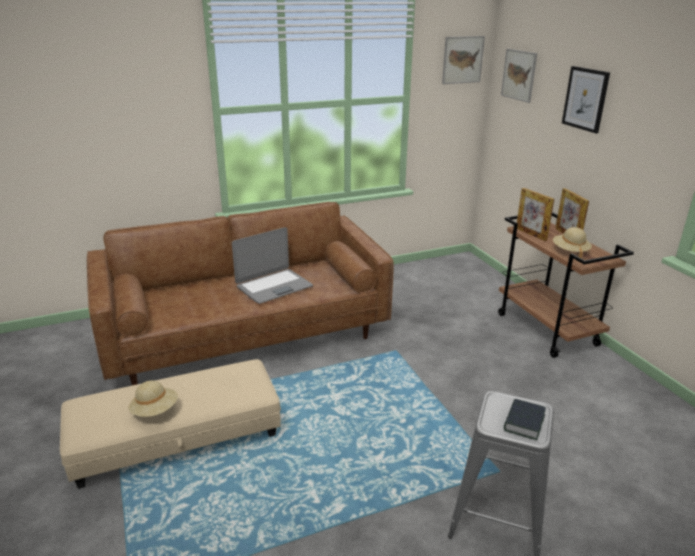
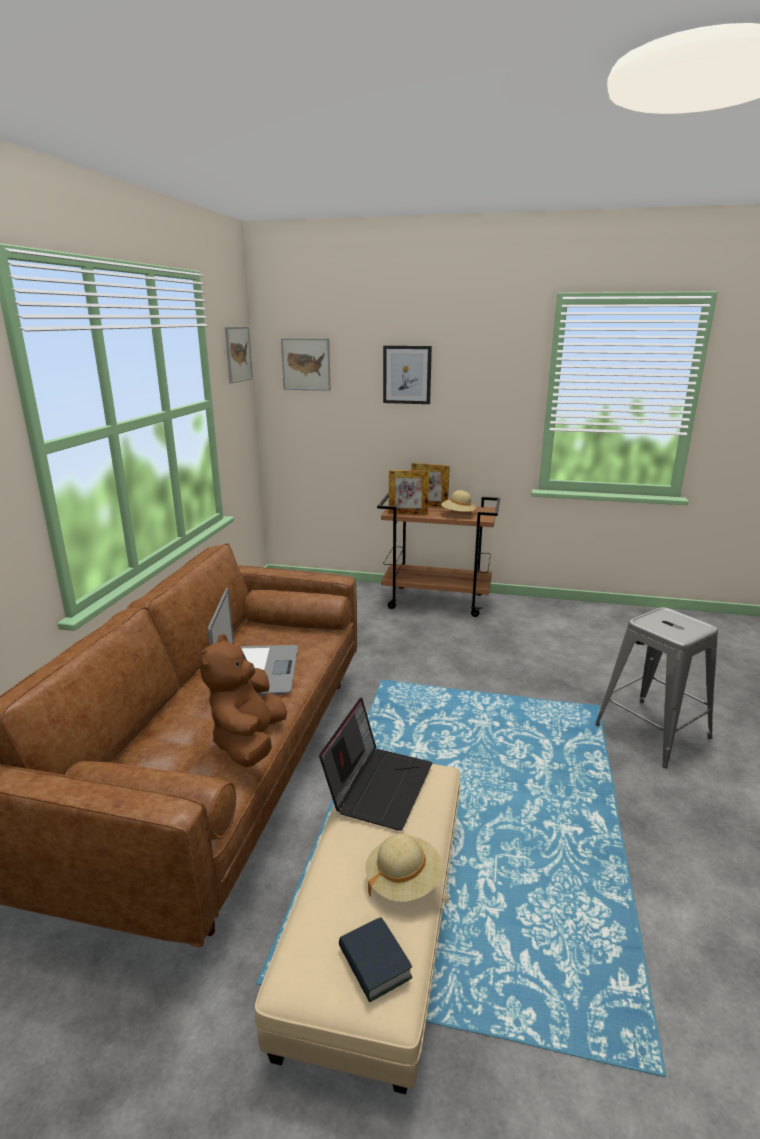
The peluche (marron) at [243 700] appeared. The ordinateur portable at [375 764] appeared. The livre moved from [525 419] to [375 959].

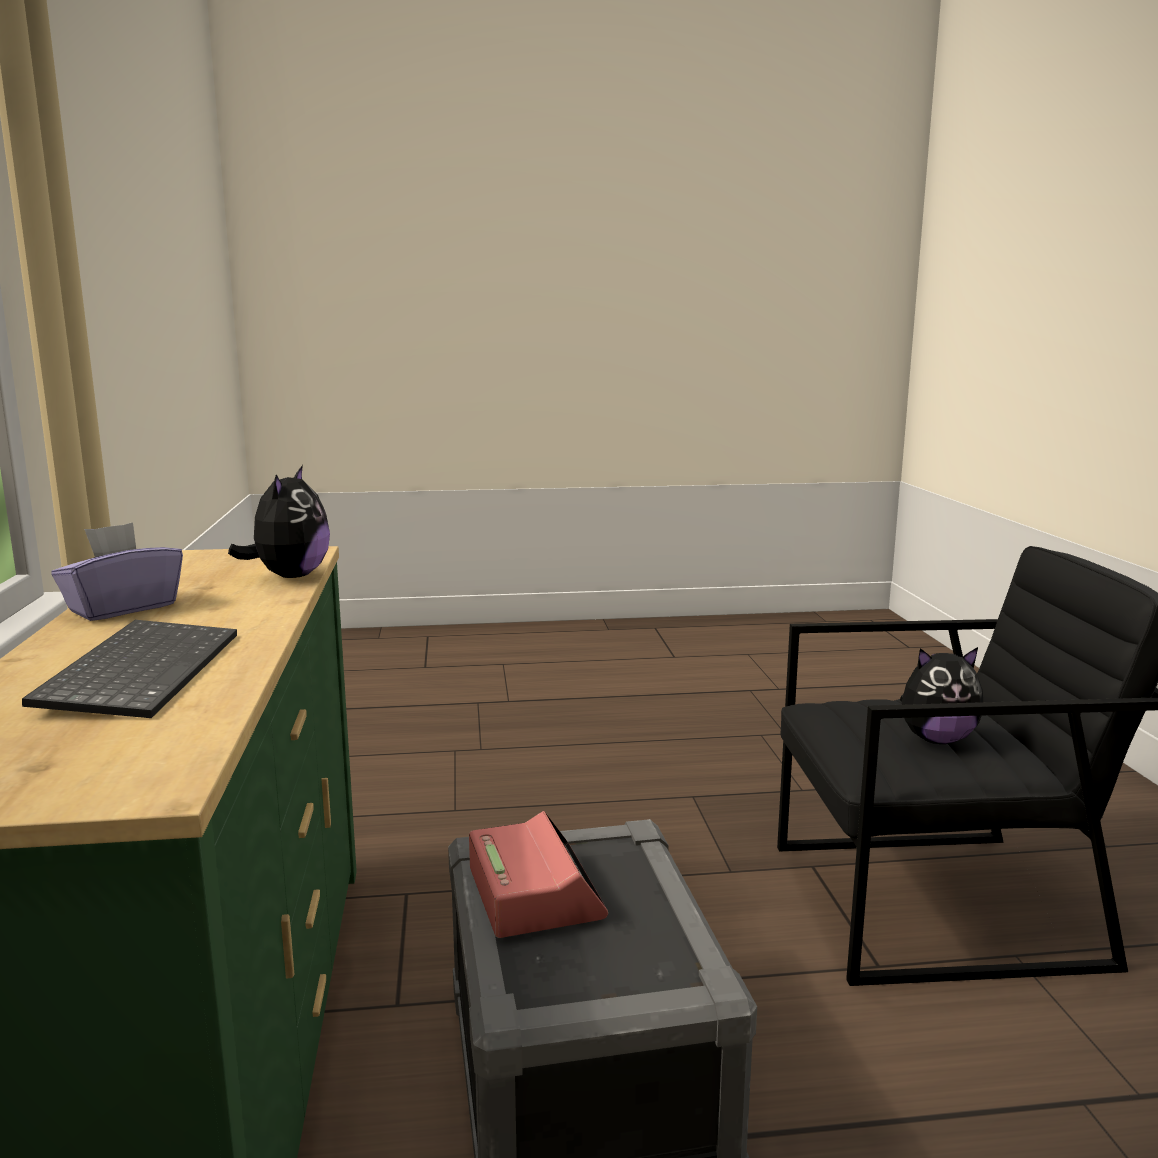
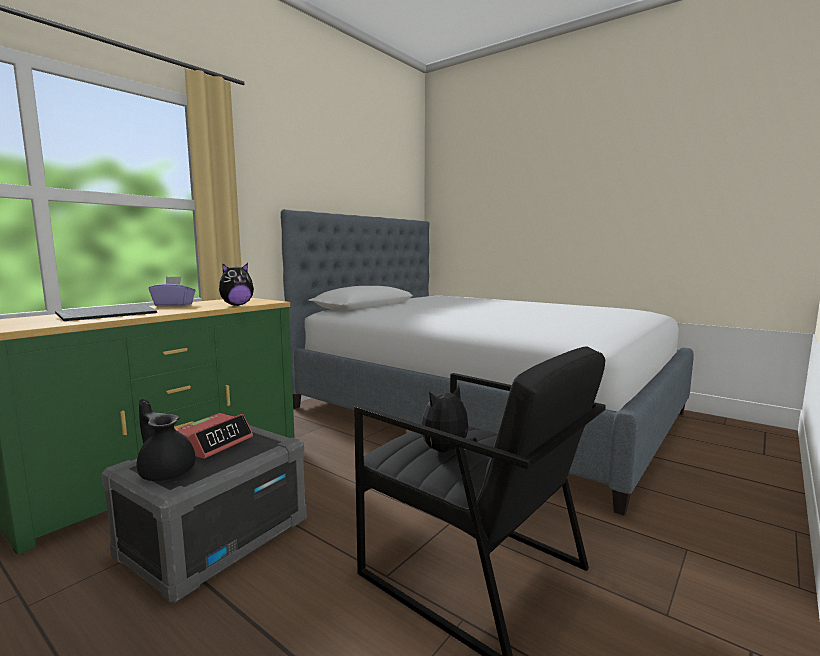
The théière (noir) at [166 440] appeared. The lit at [487 362] appeared. The peluche at [941 695] turned 105 degrees clockwise.

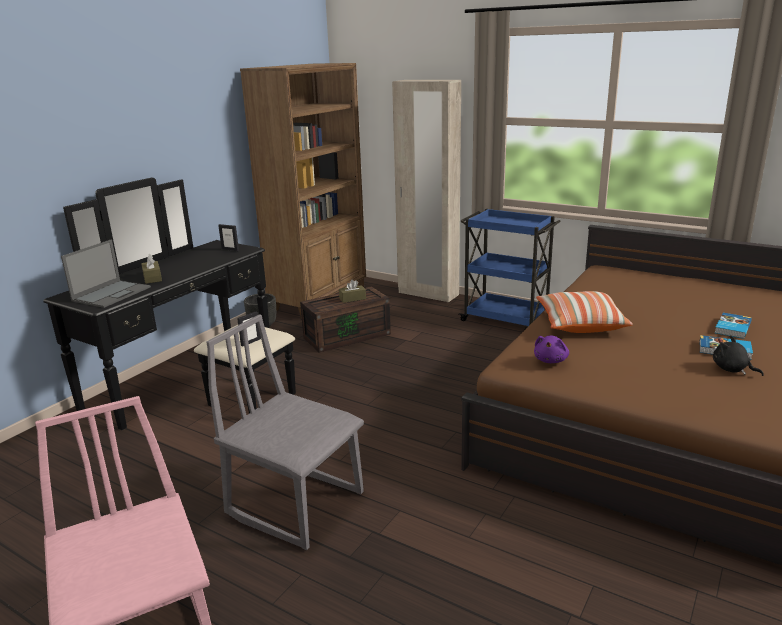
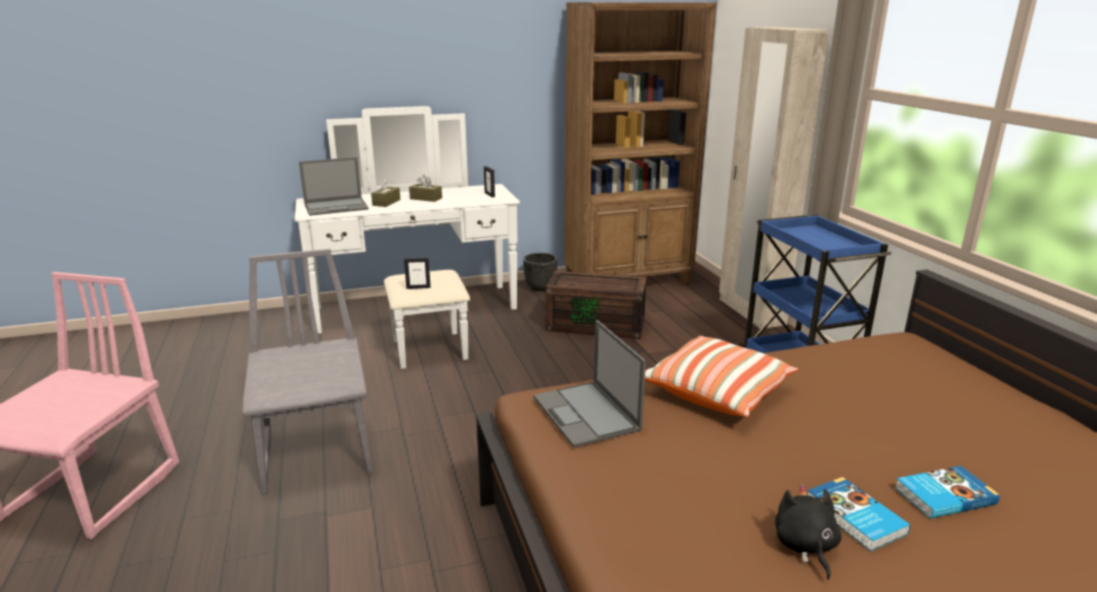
The boîte à mouchoirs (marron) moved from [352 291] to [425 188]. The peluche (violet) at [551 349] was replaced by the ordinateur portable at [590 384]. The commode (noir) at [169 304] became the commode (blanc) at [407 237].

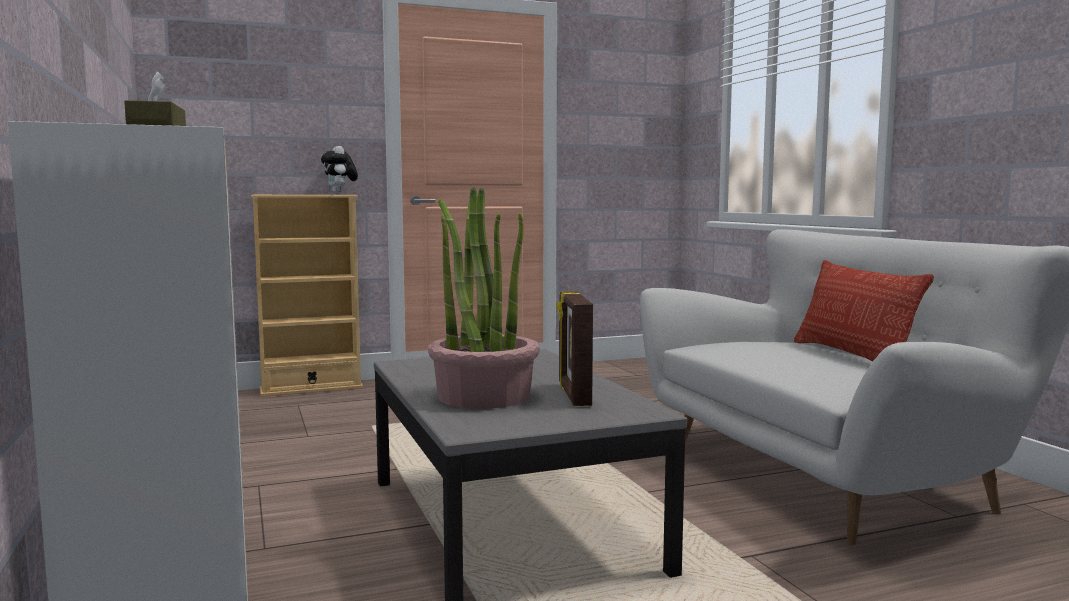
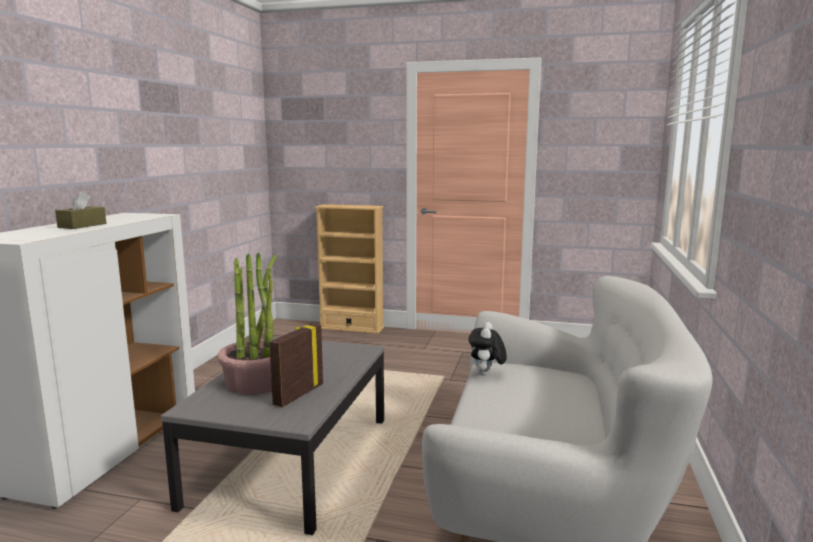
The coussin at [864 310] disappeared. The peluche moved from [339 170] to [488 349].

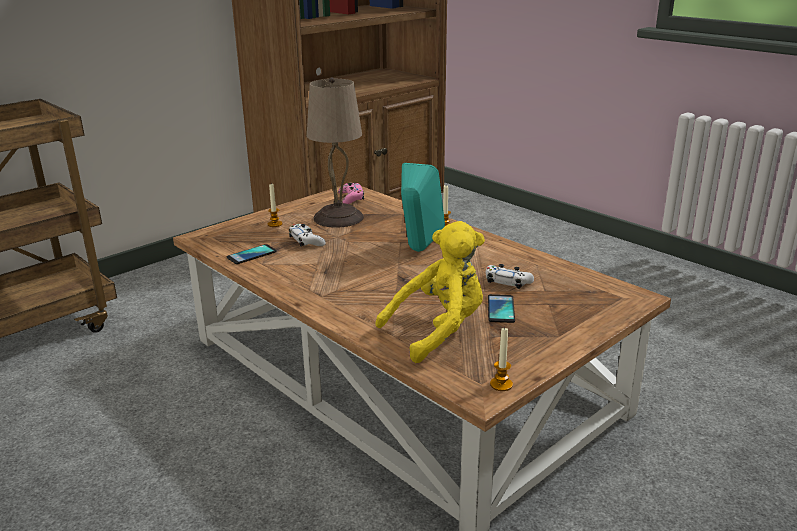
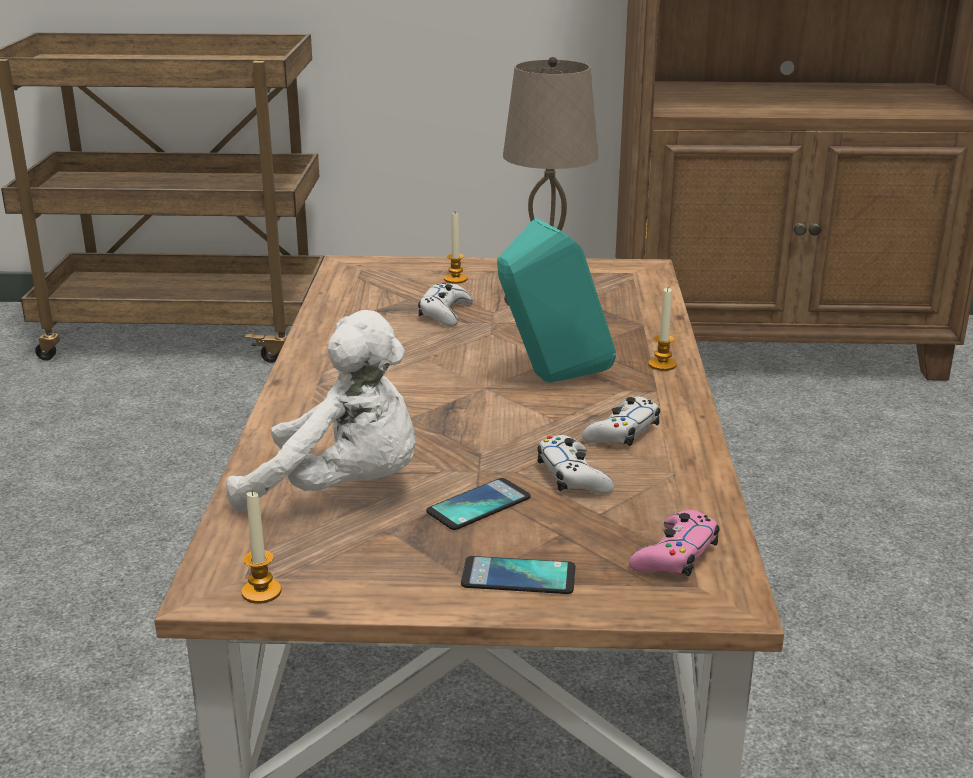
The manette (blanc) at [621 421] appeared. The téléphone moved from [252 254] to [518 575]. The manette (rose) moved from [351 193] to [674 543]. The peluche (jaune) at [430 292] became the peluche (blanc) at [321 411].

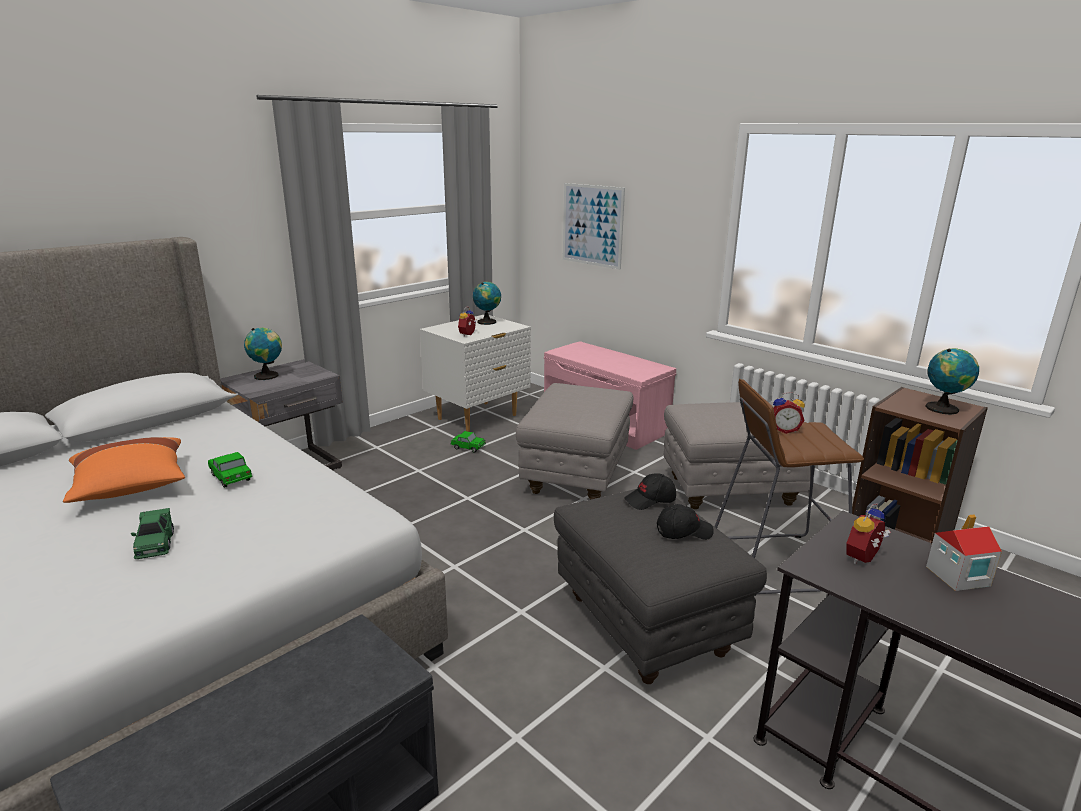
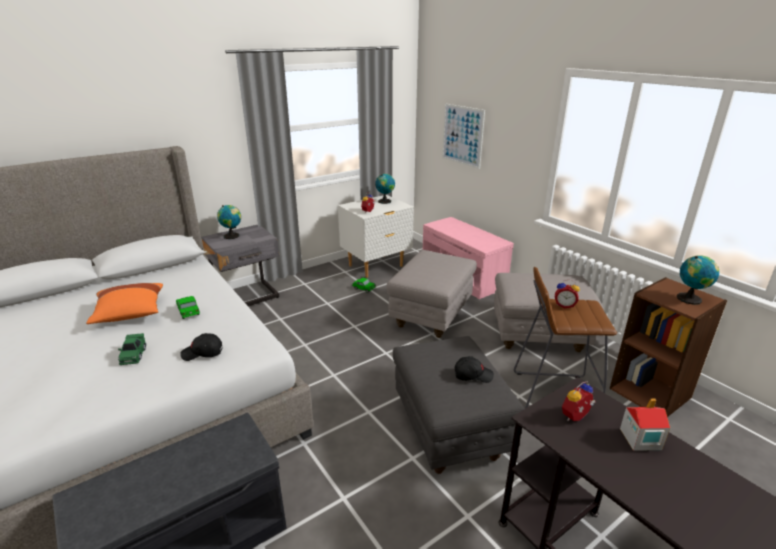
The casquette (noir) moved from [650 491] to [201 347].

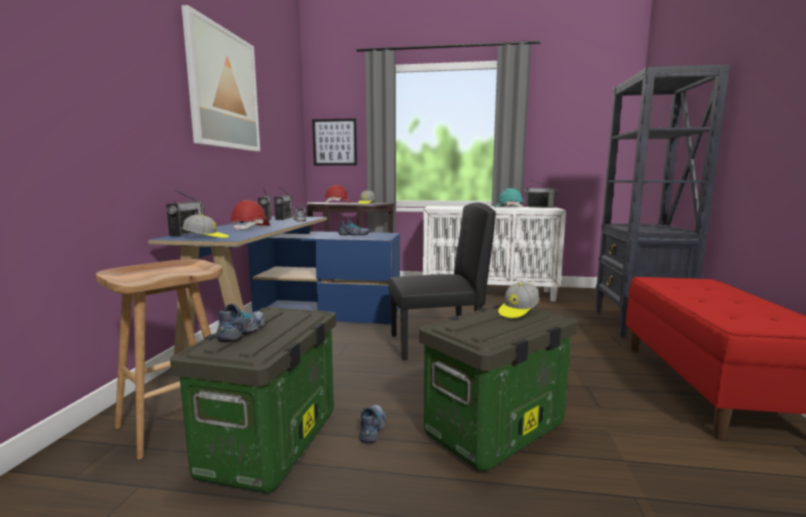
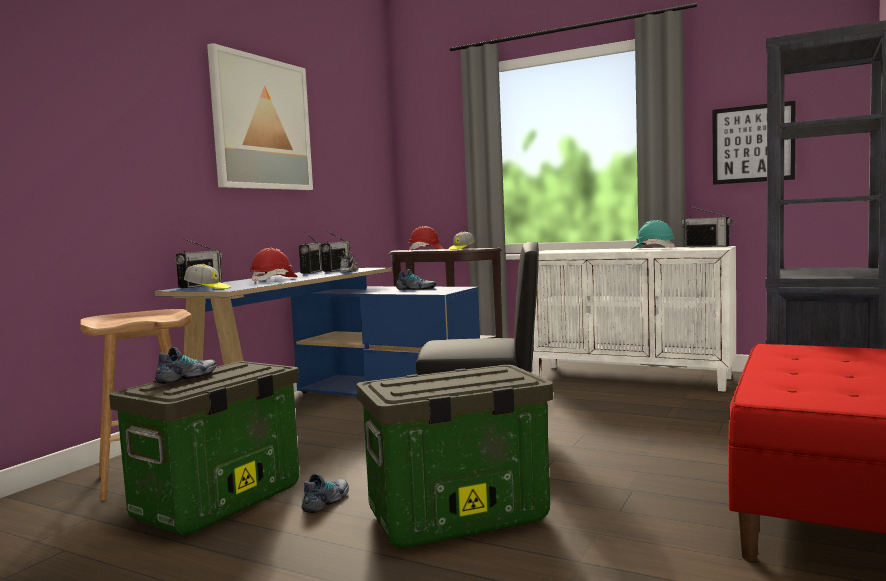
The casquette at [518 300] disappeared. The tableau moved from [334 142] to [753 143].

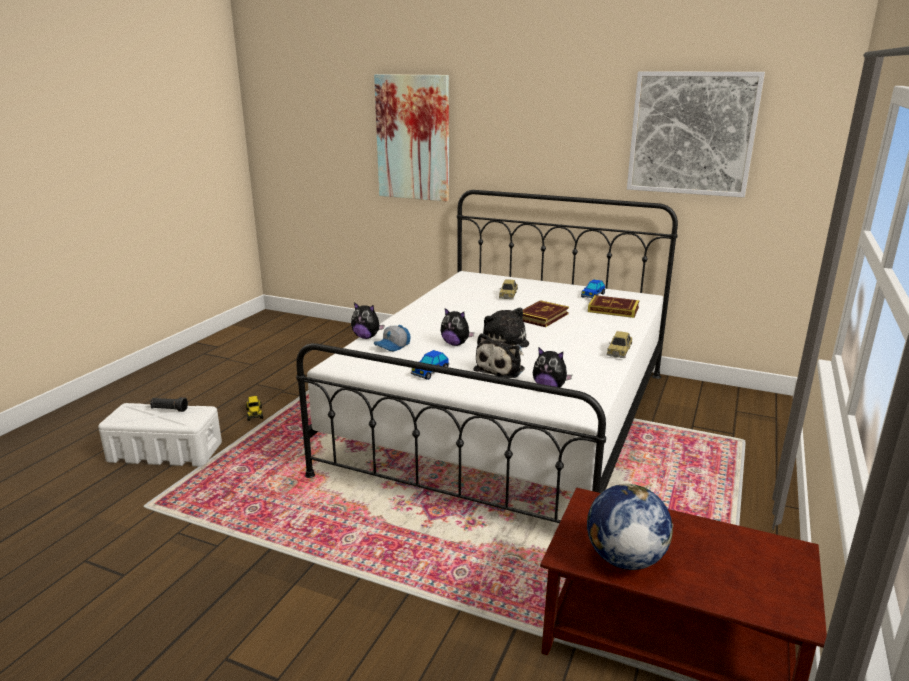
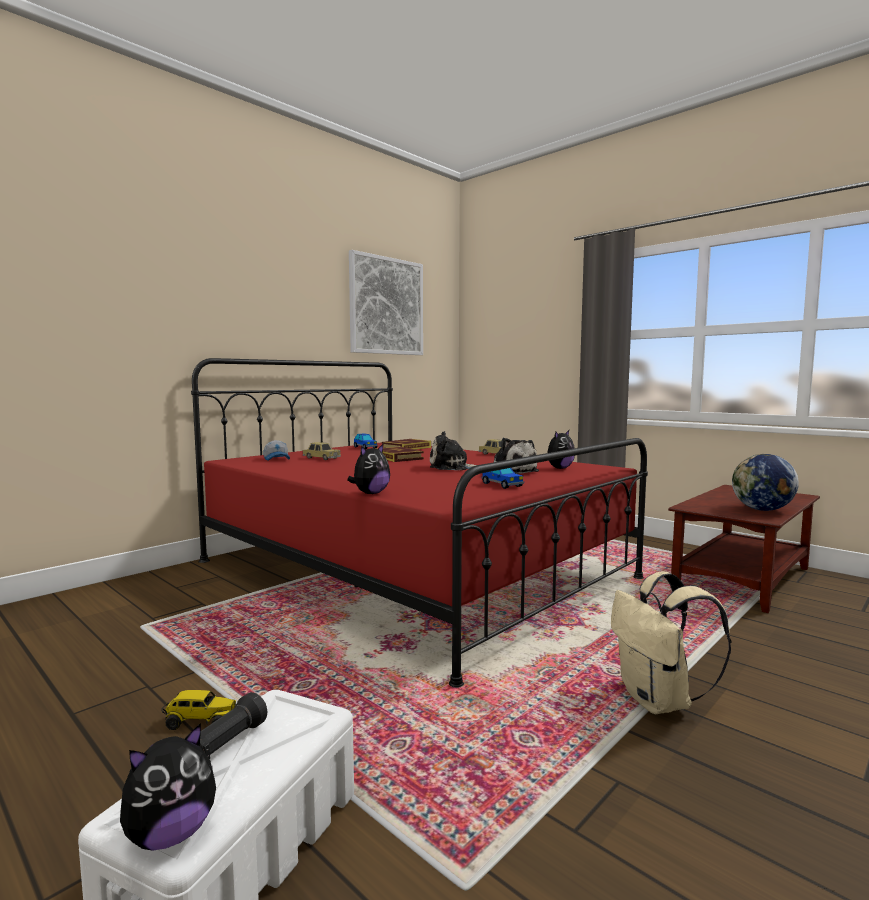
The tableau at [411 137] disappeared. The sac à dos (beige) at [671 643] appeared. The casquette moved from [392 338] to [276 450]. The peluche moved from [457 327] to [168 787]. The lit (blanc) at [487 356] became the lit (rouge) at [419 523].

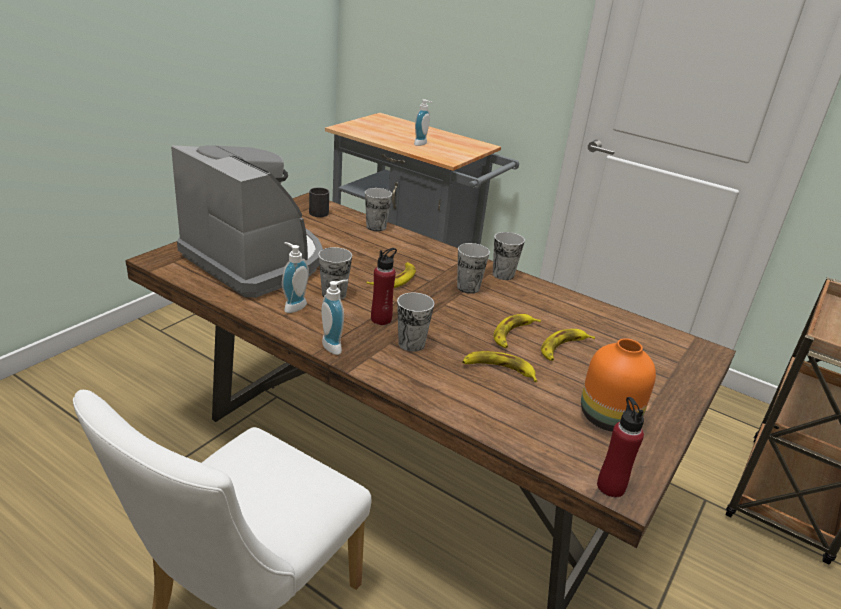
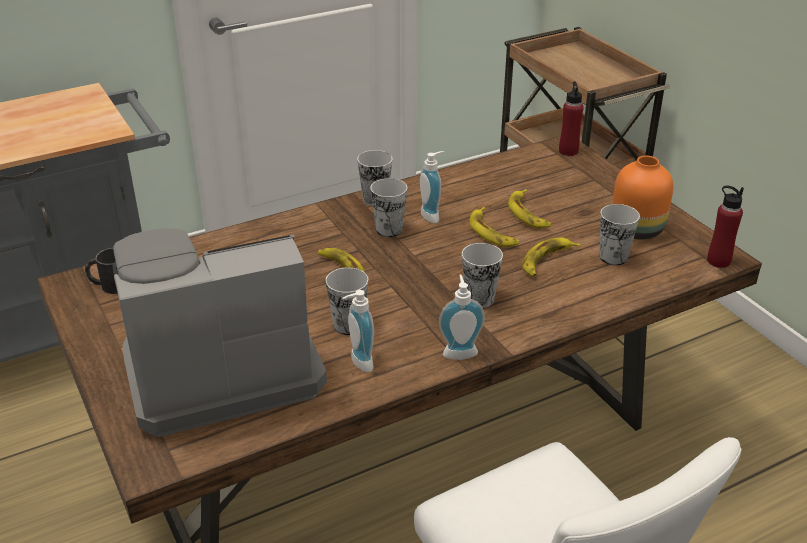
The tasse moved from [378 209] to [620 235]. The bouteille (rouge) moved from [384 286] to [571 119]. The distributeur de savon moved from [423 122] to [432 187].

